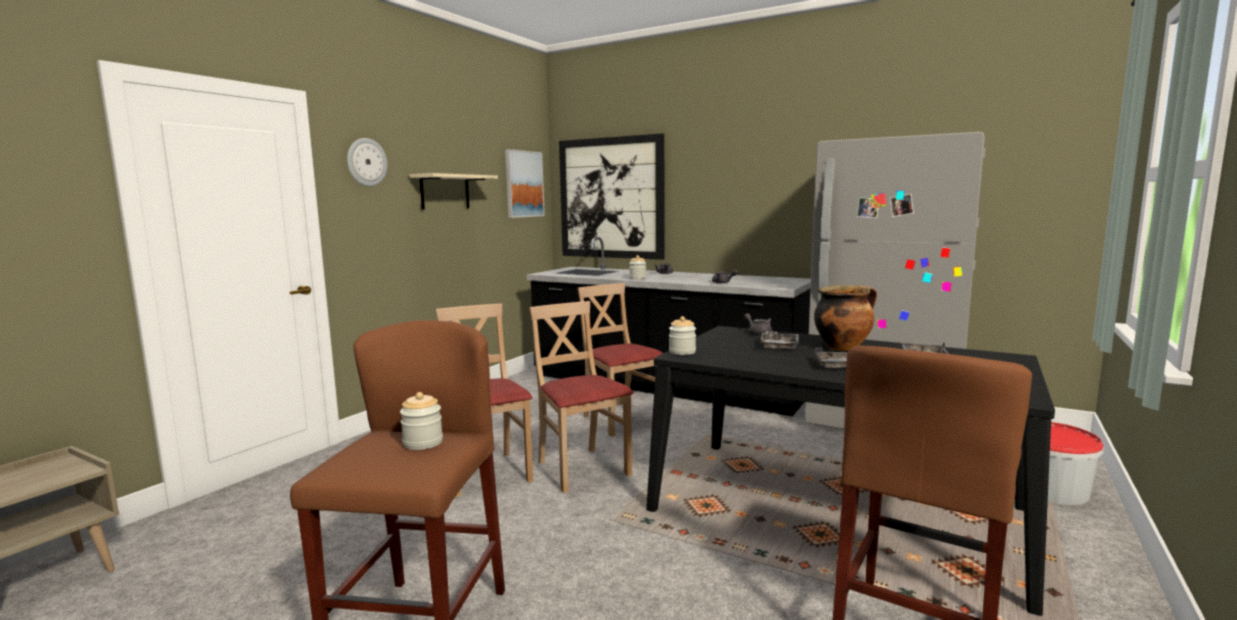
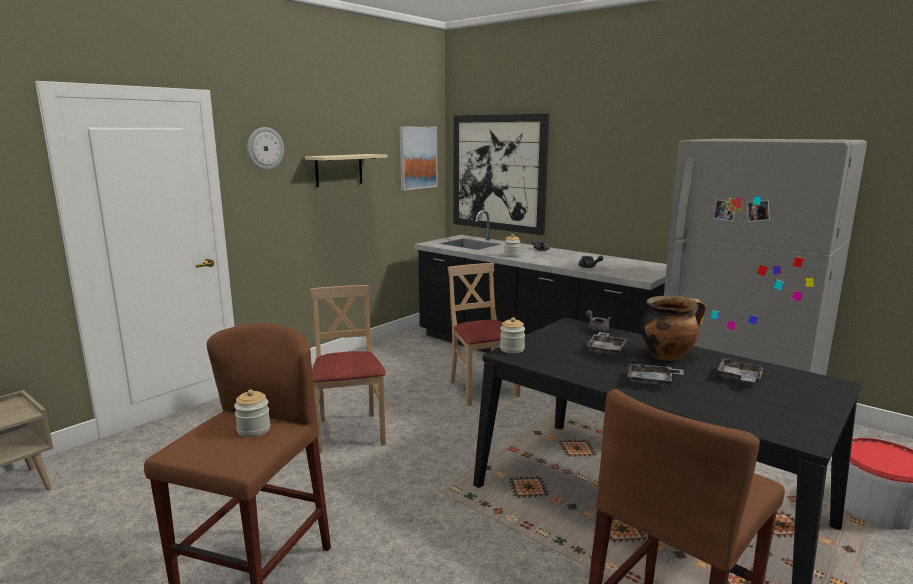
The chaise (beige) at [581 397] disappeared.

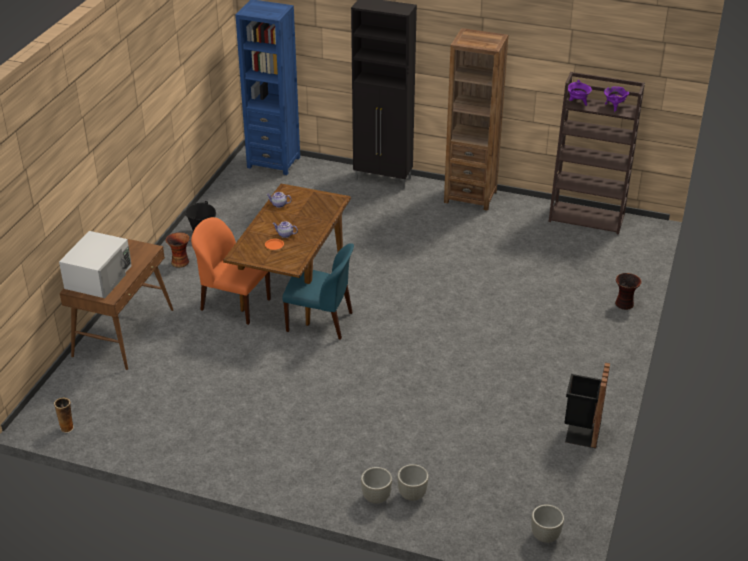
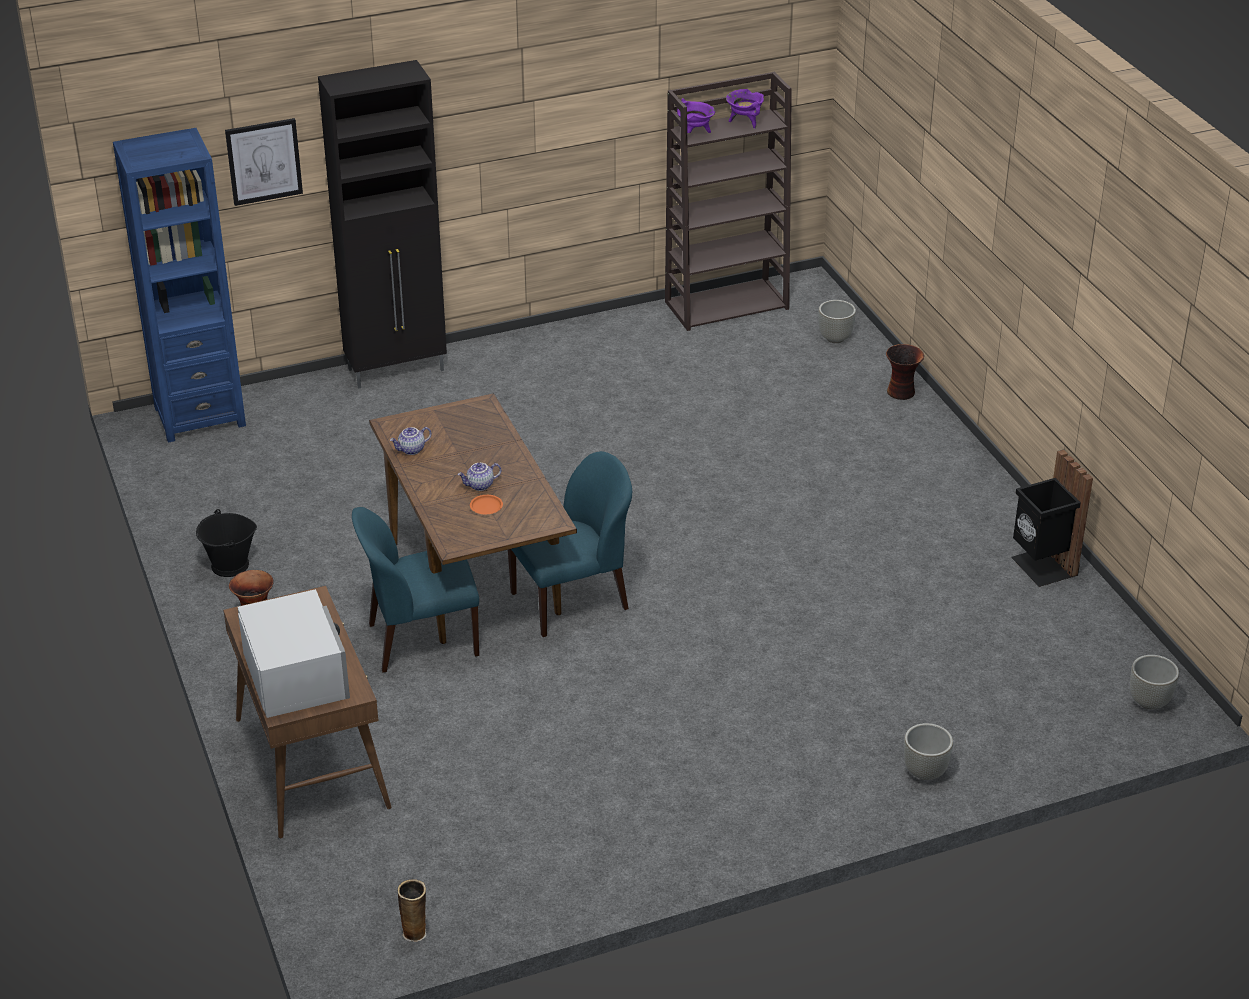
The bibliothèque (marron) at [476 119] disappeared. The tableau at [264 162] appeared. The cache-pot (gris) moved from [413 482] to [837 321]. The chaise (orange) at [231 271] became the chaise (bleu) at [415 589].

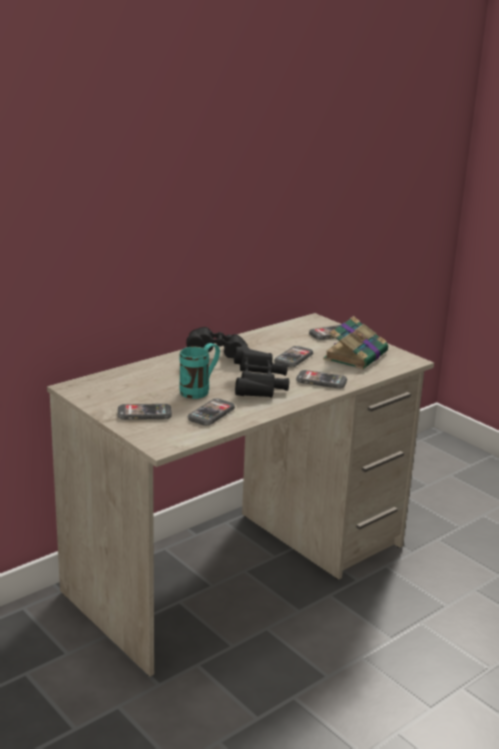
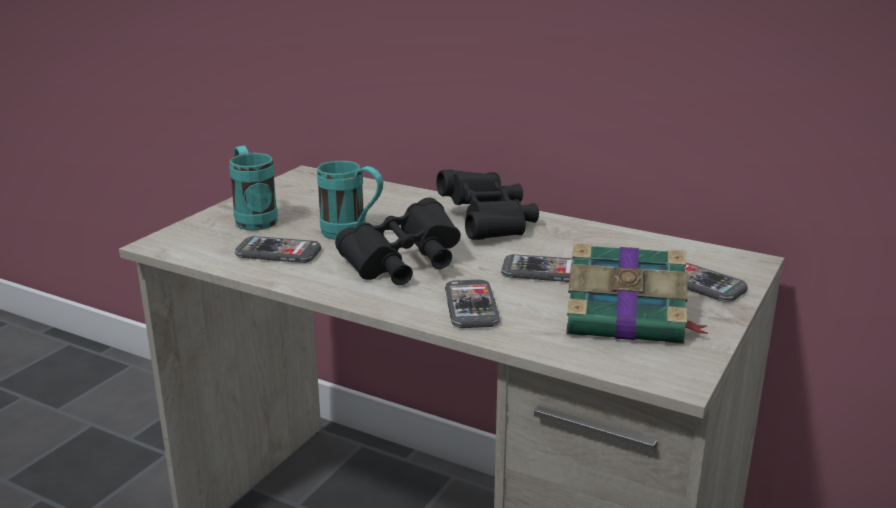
The téléphone at [145 412] was replaced by the mug (turquoise) at [253 188].

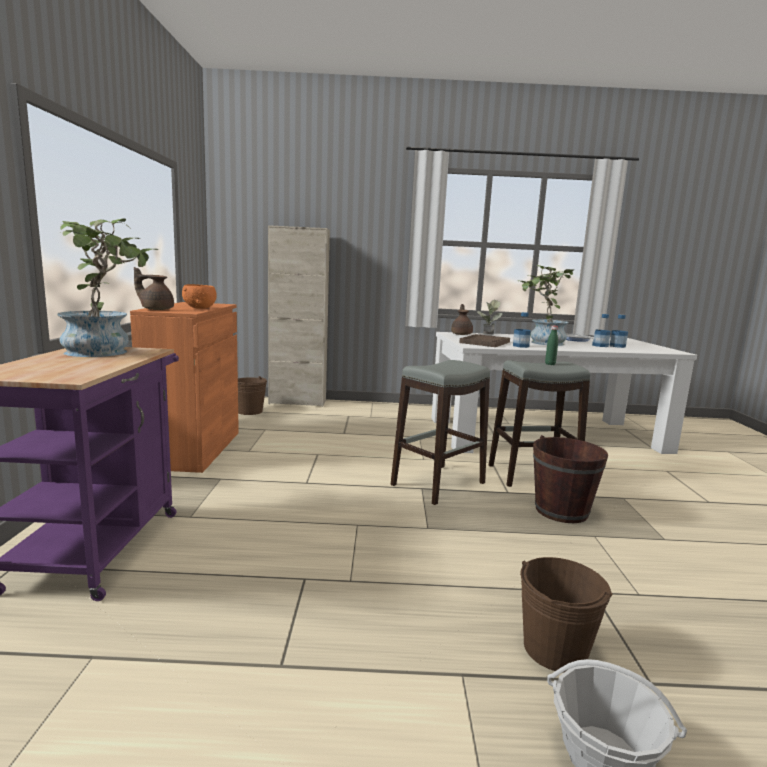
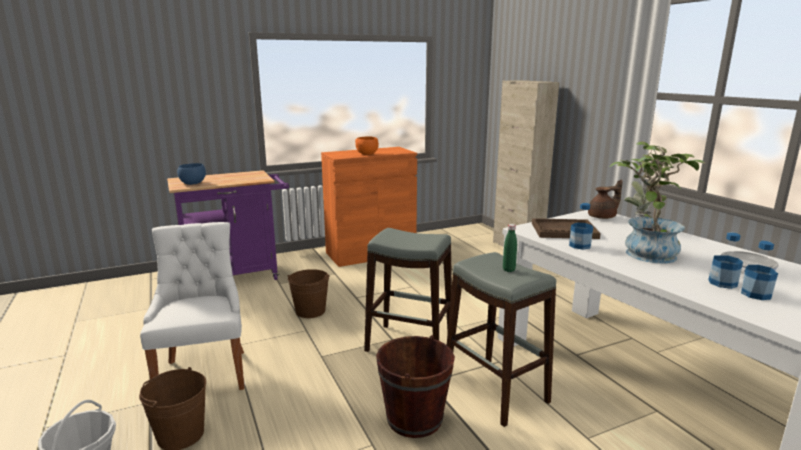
The plante en pot at [107 287] disappeared. The théière (marron) at [154 288] disappeared. The chaise (blanc) at [192 306] appeared. The bol (bleu) at [191 174] appeared. The seau (marron) moved from [252 395] to [308 293].

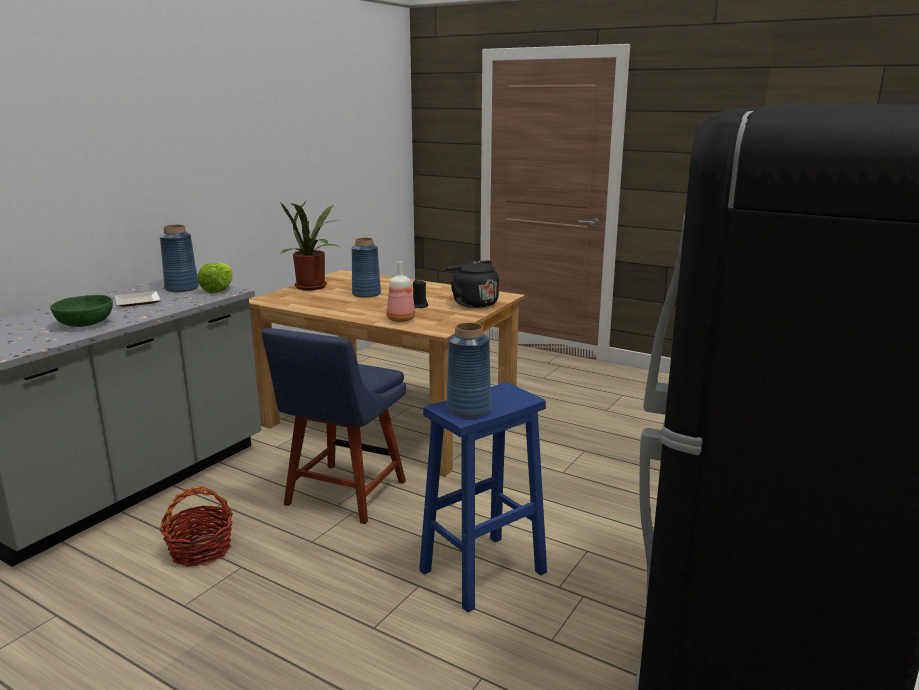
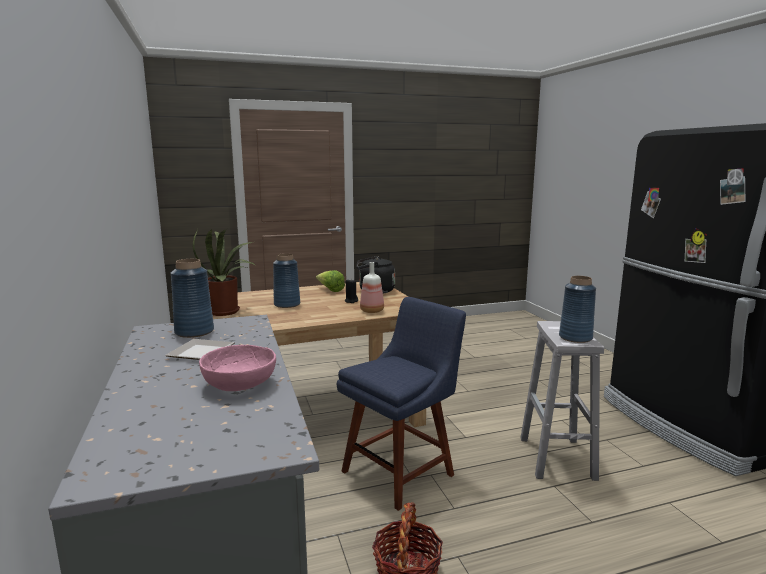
The laitue moved from [215 278] to [330 281]. The bol (vert) at [81 311] became the bol (rose) at [237 368]. The tabouret (bleu) at [483 497] became the tabouret (blanc) at [562 401]. The chaise (bleu) at [334 426] turned 105 degrees counterclockwise.

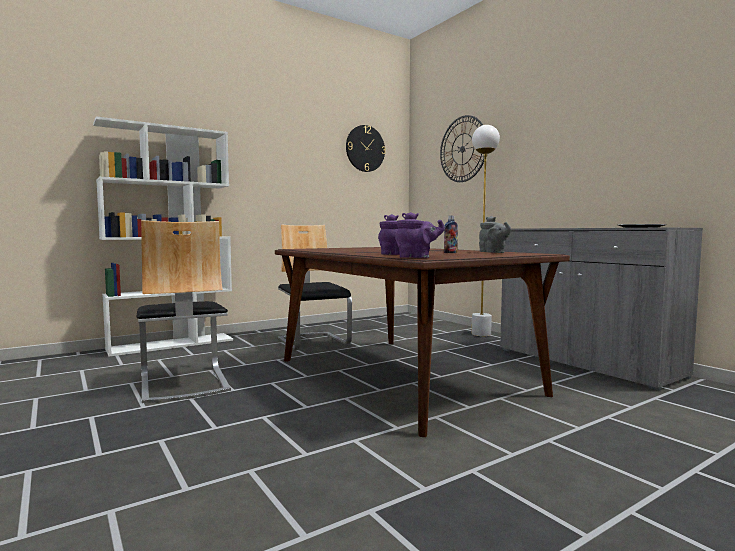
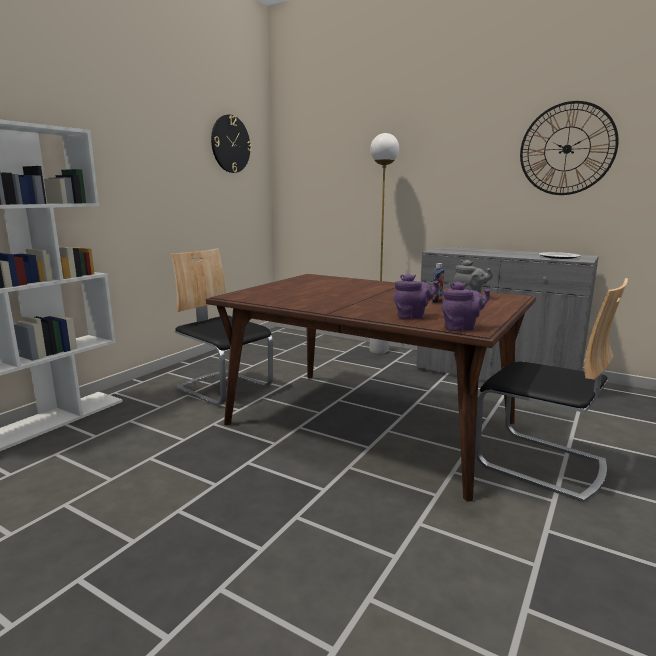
The chaise moved from [184 311] to [551 390]. The horloge murale moved from [462 148] to [569 148].

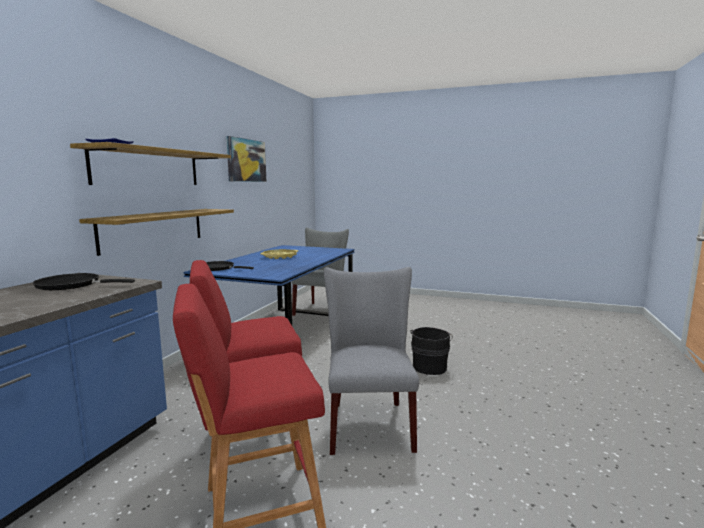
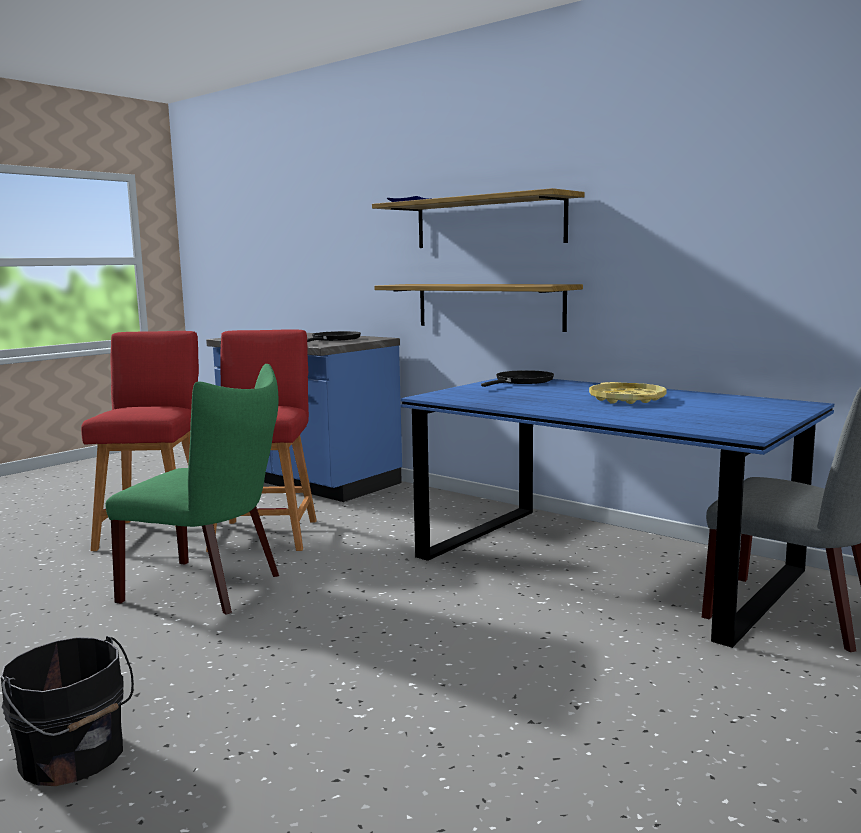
The tableau at [246 159] disappeared. The seau (noir) moved from [431 351] to [67 711]. The chaise (gris) at [371 361] became the chaise (vert) at [192 489].

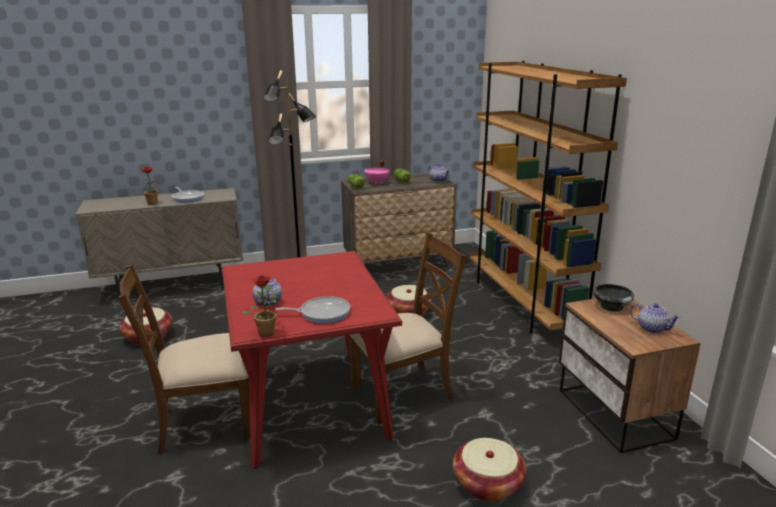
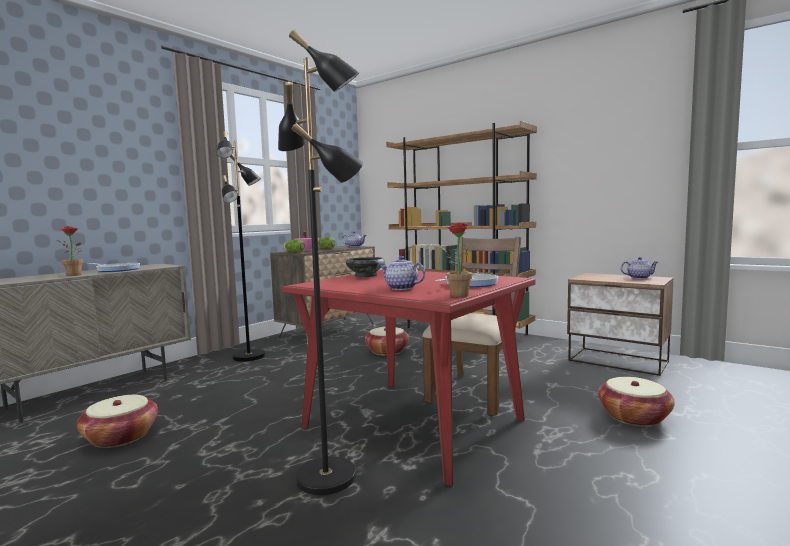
The bol (noir) moved from [613 298] to [365 267]. The chaise (marron) at [184 359] was replaced by the lampadaire (noir) at [320 262].

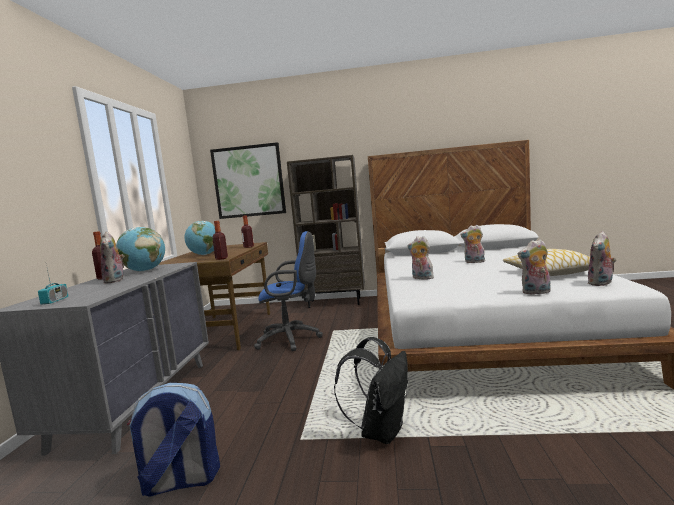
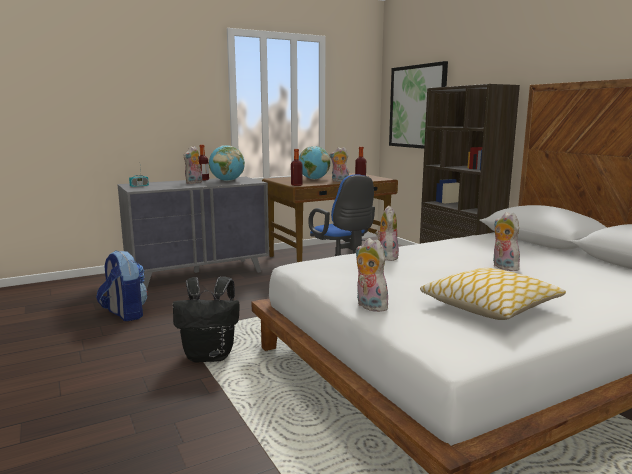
The peluche moved from [602 258] to [339 164].

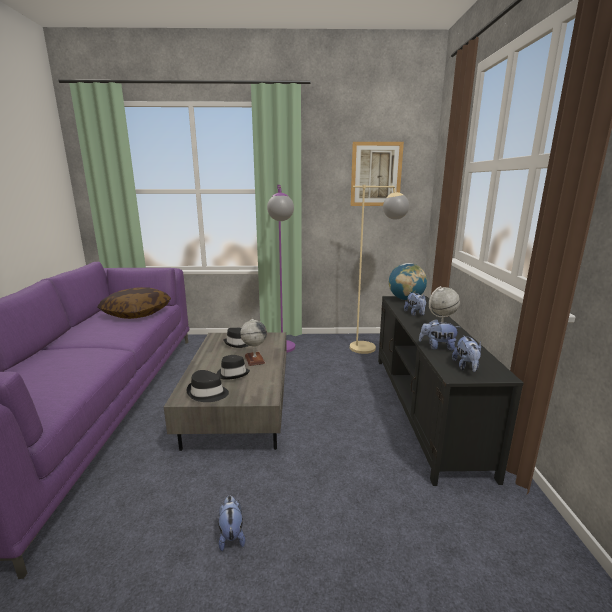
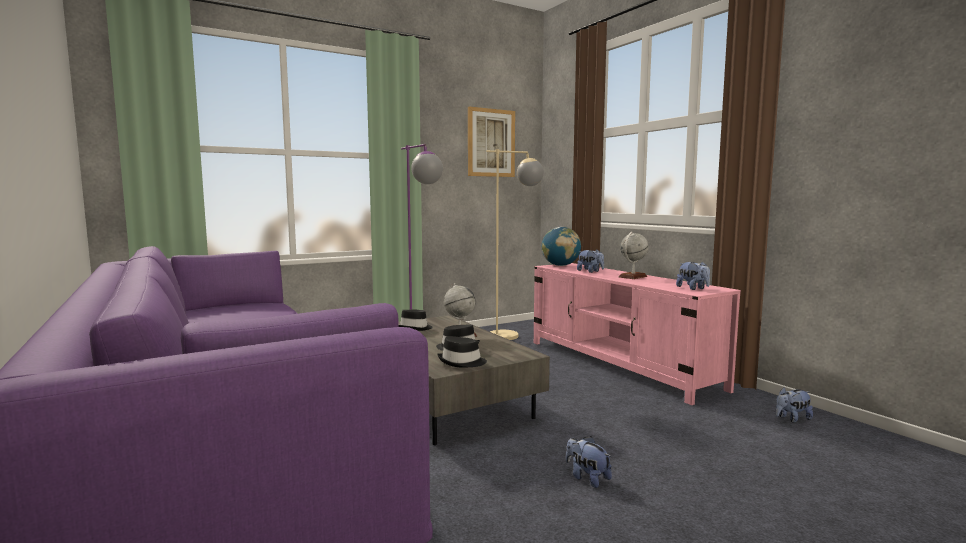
The coussin at [134 303] disappeared. The peluche moved from [439 335] to [794 404]. The meuble télé (noir) at [451 391] became the meuble télé (rose) at [637 334].

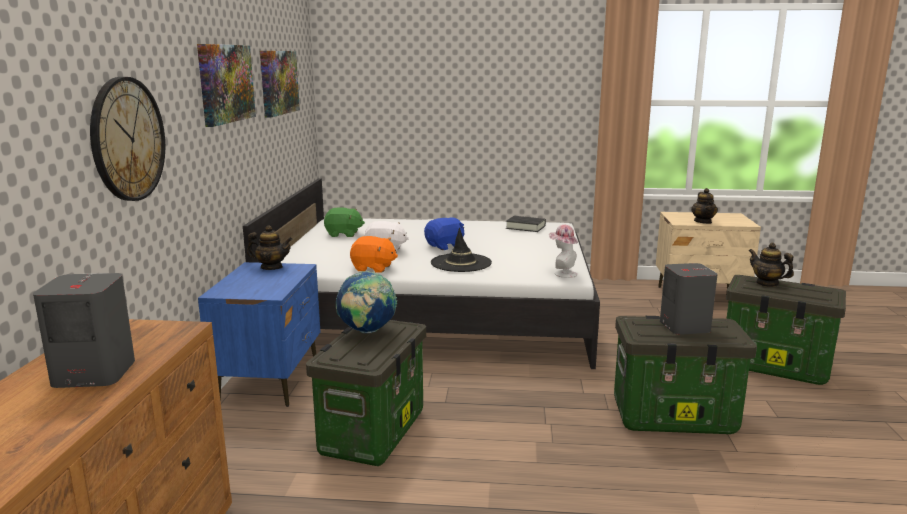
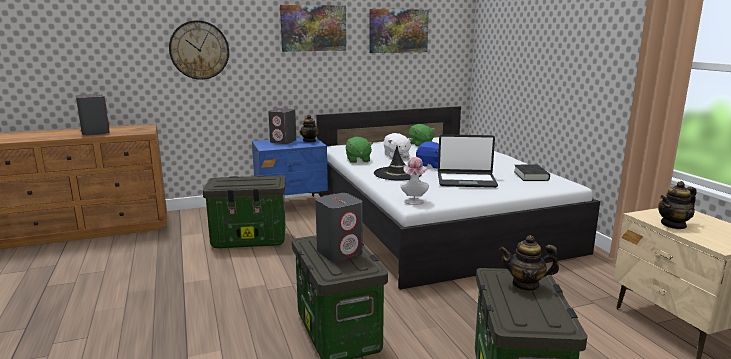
The globe at [366 302] disappeared. The enceinte (gris) at [282 126] appeared. The ordinateur portable at [468 161] appeared. The peluche (orange) at [374 254] became the peluche (vert) at [359 150]. The théière at [771 265] turned 105 degrees counterclockwise.

